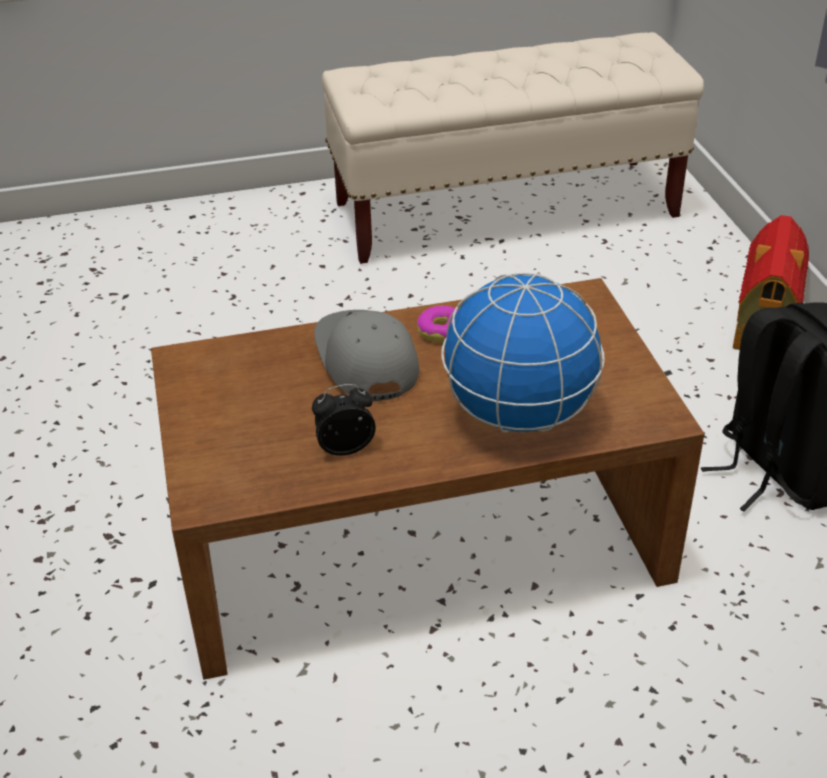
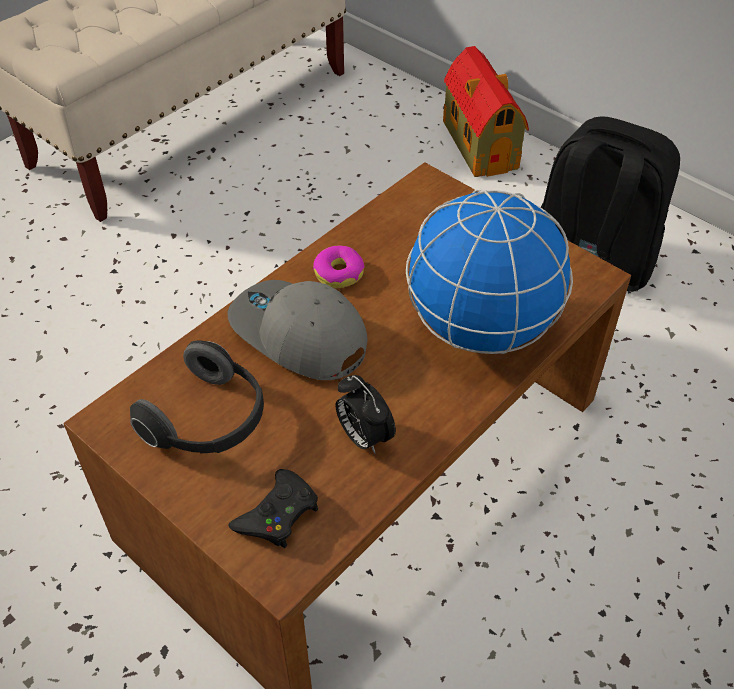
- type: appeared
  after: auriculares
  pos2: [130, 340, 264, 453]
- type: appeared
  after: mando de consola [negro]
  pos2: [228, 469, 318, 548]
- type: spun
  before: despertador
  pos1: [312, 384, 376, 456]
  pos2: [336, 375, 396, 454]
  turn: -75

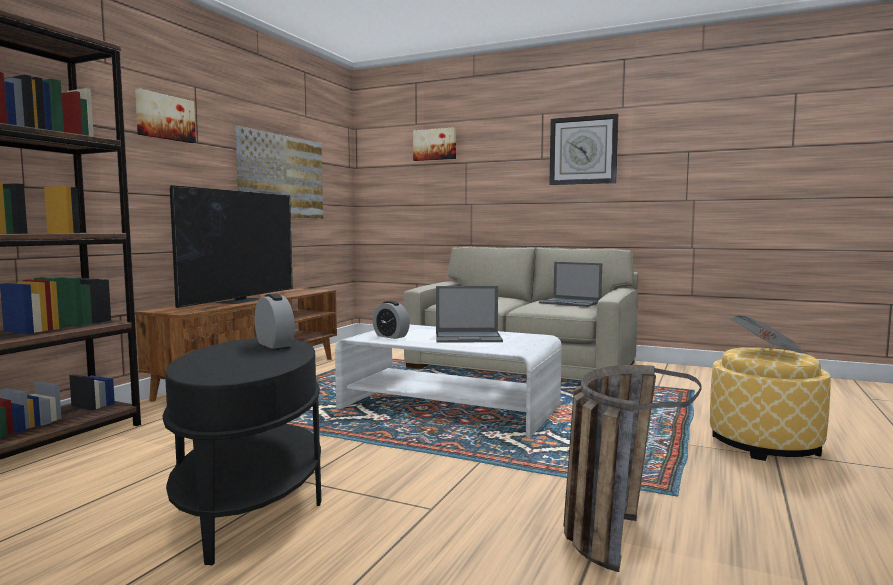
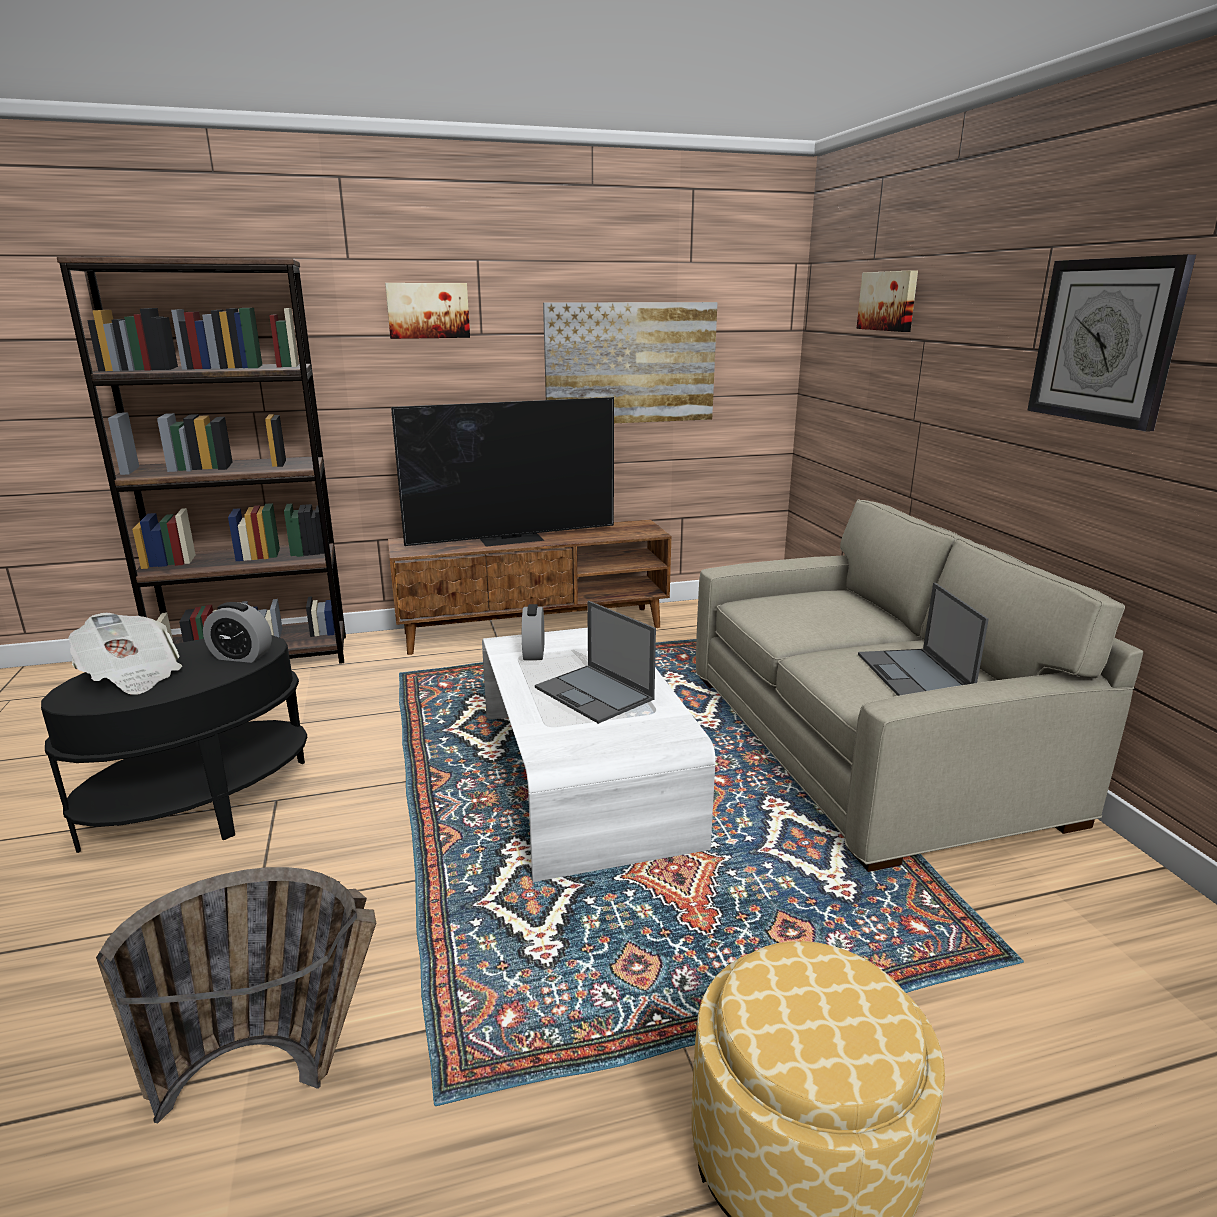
- type: relocated
  before: periódico
  pos1: [730, 315, 808, 354]
  pos2: [68, 612, 182, 695]
- type: spun
  before: despertador
  pos1: [255, 293, 295, 349]
  pos2: [203, 602, 272, 663]
  turn: 90

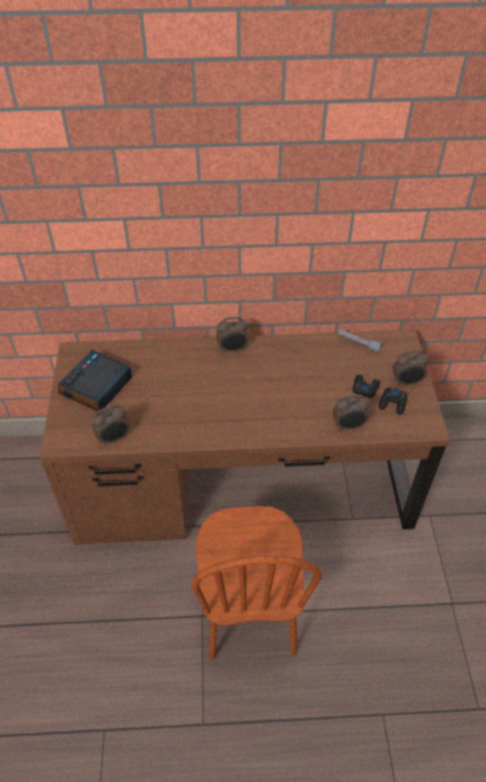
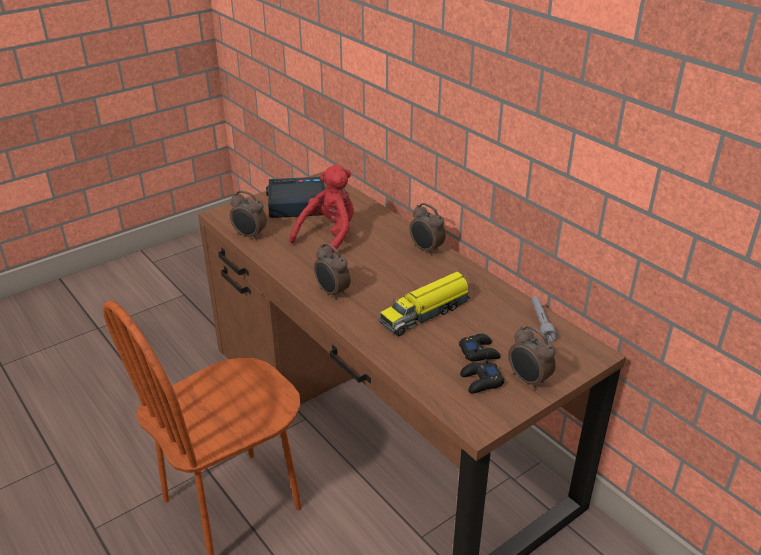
- type: appeared
  after: peluche [rojo]
  pos2: [289, 164, 354, 253]
- type: relocated
  before: despertador
  pos1: [333, 394, 371, 430]
  pos2: [314, 243, 351, 300]
- type: appeared
  after: camión de juguete
  pos2: [379, 271, 470, 336]

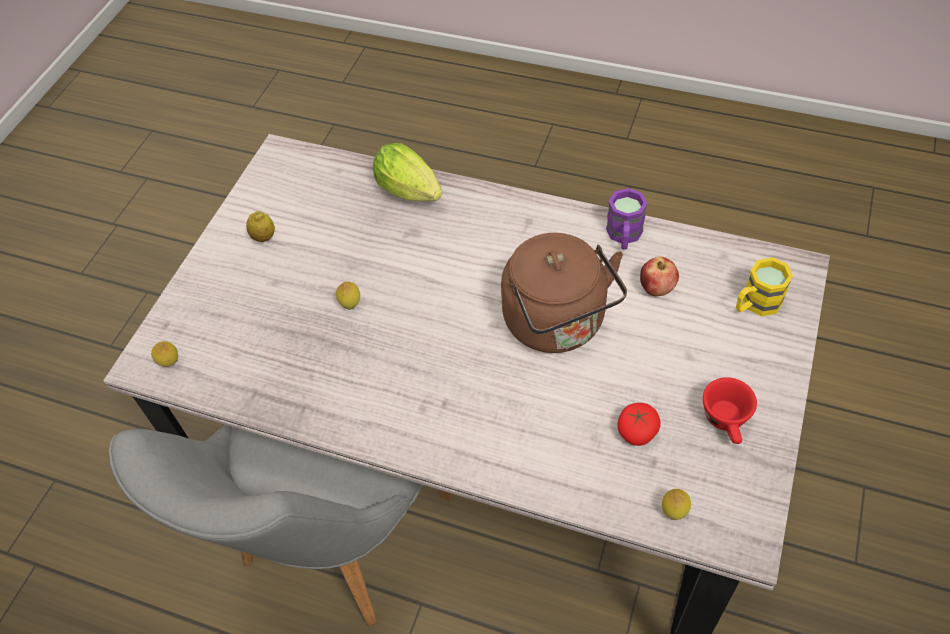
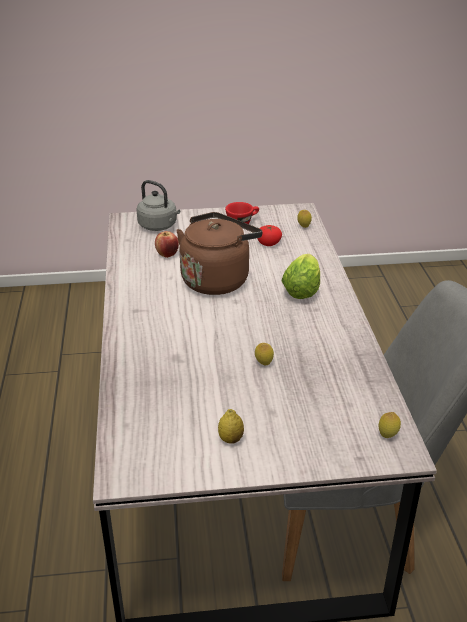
- type: exchanged
  before: taza grande [amarillo]
  after: hervidor [gris]
  pos1: [736, 258, 793, 316]
  pos2: [136, 180, 180, 231]
- type: relocated
  before: lechuga
  pos1: [373, 143, 442, 201]
  pos2: [281, 254, 320, 299]
- type: missing
  before: taza grande [morado]
  pos1: [606, 188, 647, 250]

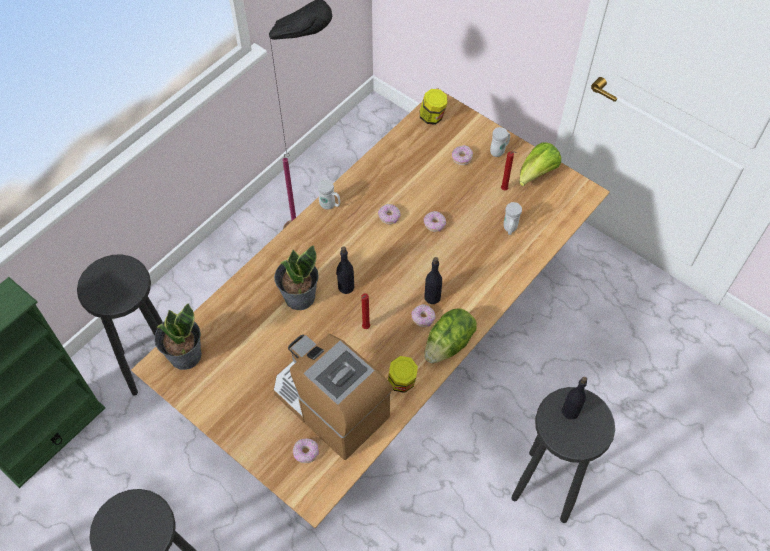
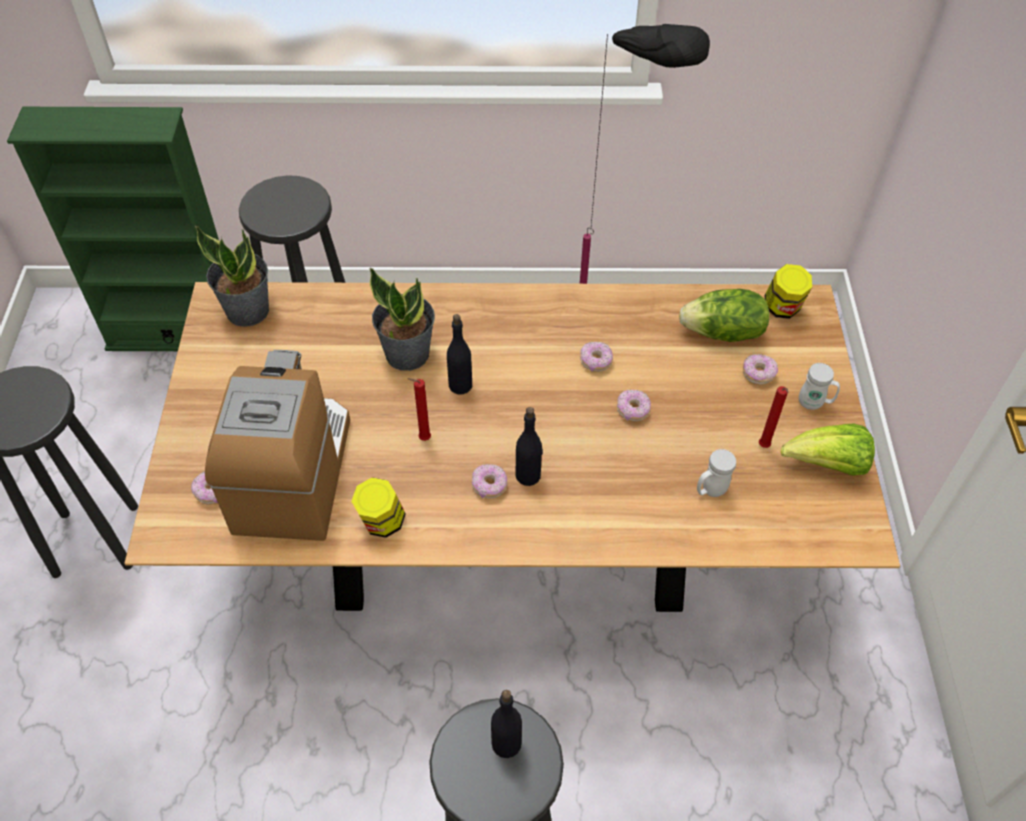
- type: relocated
  before: lechuga
  pos1: [424, 308, 477, 363]
  pos2: [679, 289, 770, 342]
- type: missing
  before: taza grande [blanco]
  pos1: [318, 180, 340, 210]

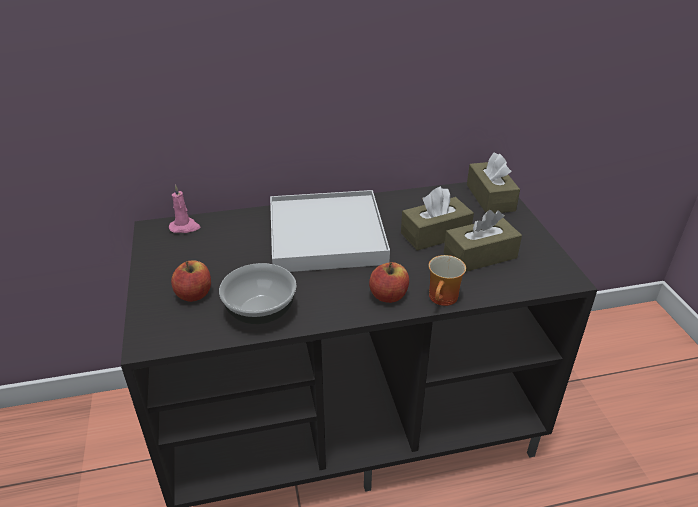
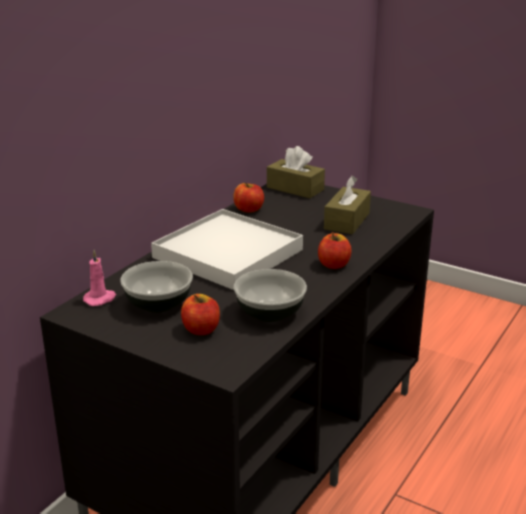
- type: appeared
  after: cuenco
  pos2: [120, 261, 193, 313]
- type: appeared
  after: manzana
  pos2: [233, 183, 264, 213]
- type: missing
  before: caja de pañuelos [marrón]
  pos1: [401, 186, 474, 251]
- type: missing
  before: taza grande
  pos1: [429, 255, 466, 306]

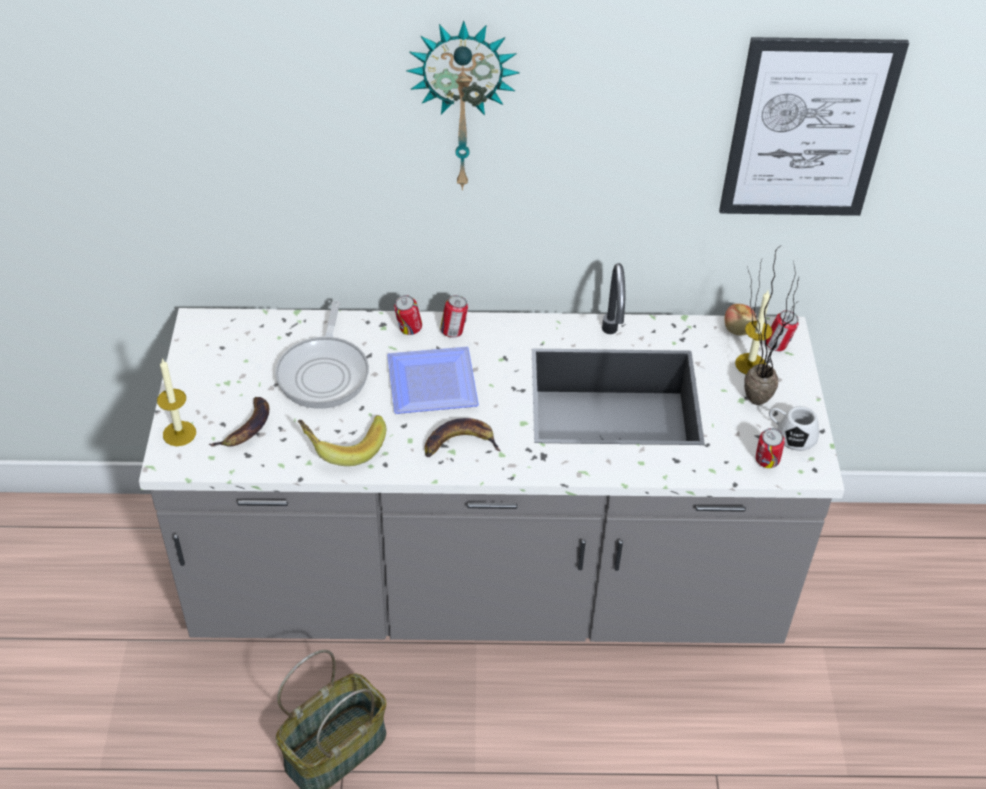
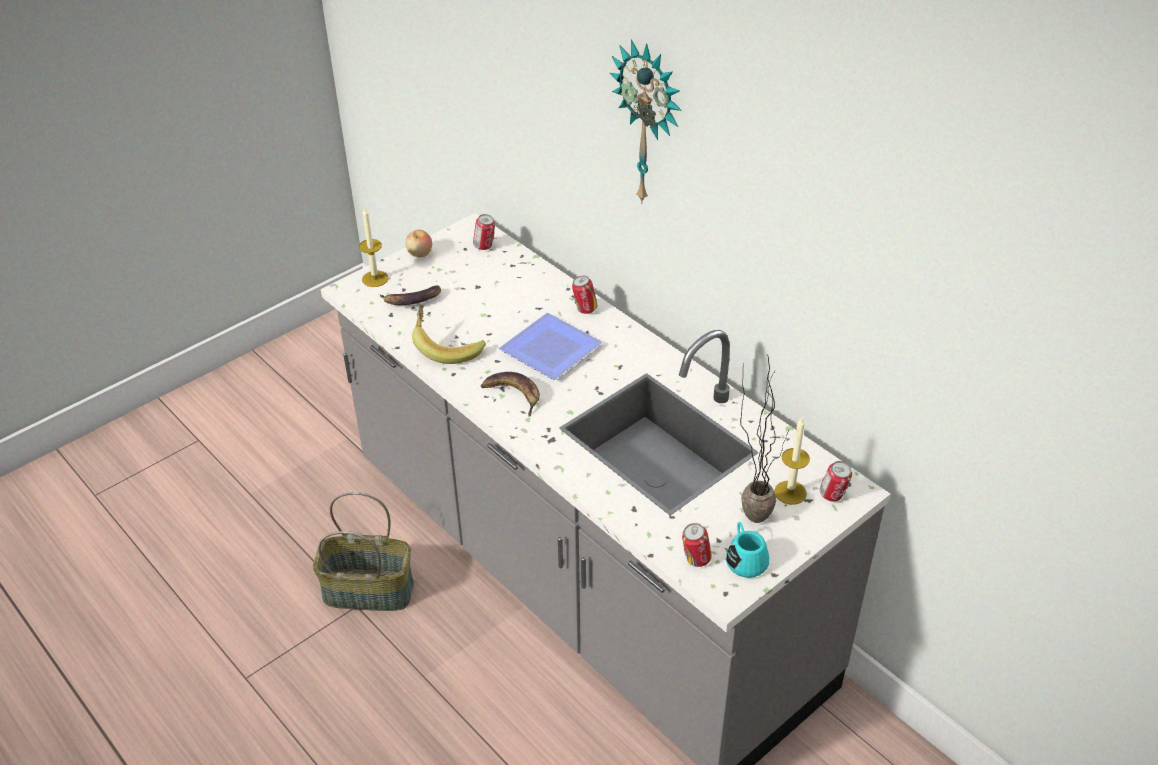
- type: relocated
  before: manzana
  pos1: [725, 304, 756, 335]
  pos2: [405, 230, 432, 257]
- type: relocated
  before: lata
  pos1: [440, 295, 468, 338]
  pos2: [473, 214, 495, 250]
- type: colour
  before: taza grande [blanco]
  after: taza grande [turquesa]
  pos1: [769, 406, 819, 451]
  pos2: [726, 522, 769, 578]
- type: missing
  before: sartén
  pos1: [275, 300, 369, 409]
- type: missing
  before: cuadro
  pos1: [719, 37, 909, 216]

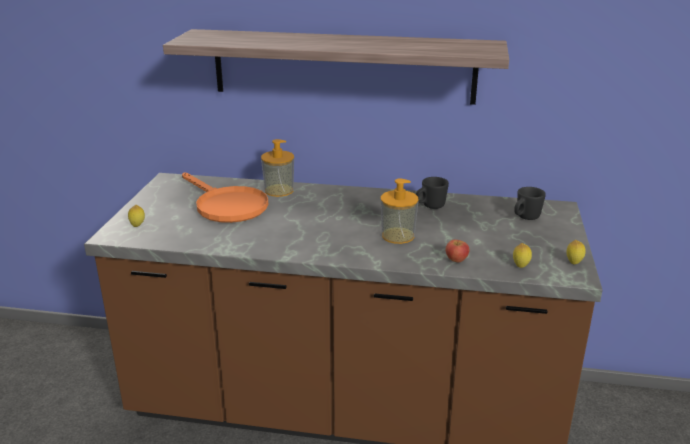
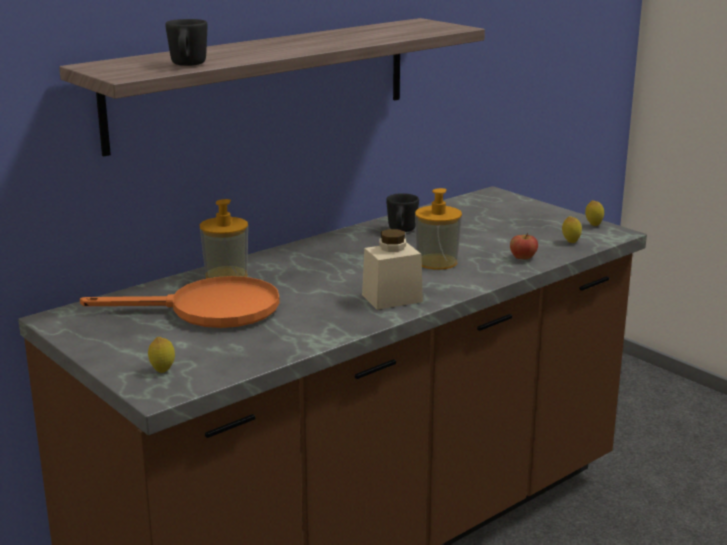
- type: relocated
  before: taza grande [negro]
  pos1: [514, 187, 546, 220]
  pos2: [165, 19, 208, 66]
- type: appeared
  after: tarro [beis]
  pos2: [362, 229, 423, 310]

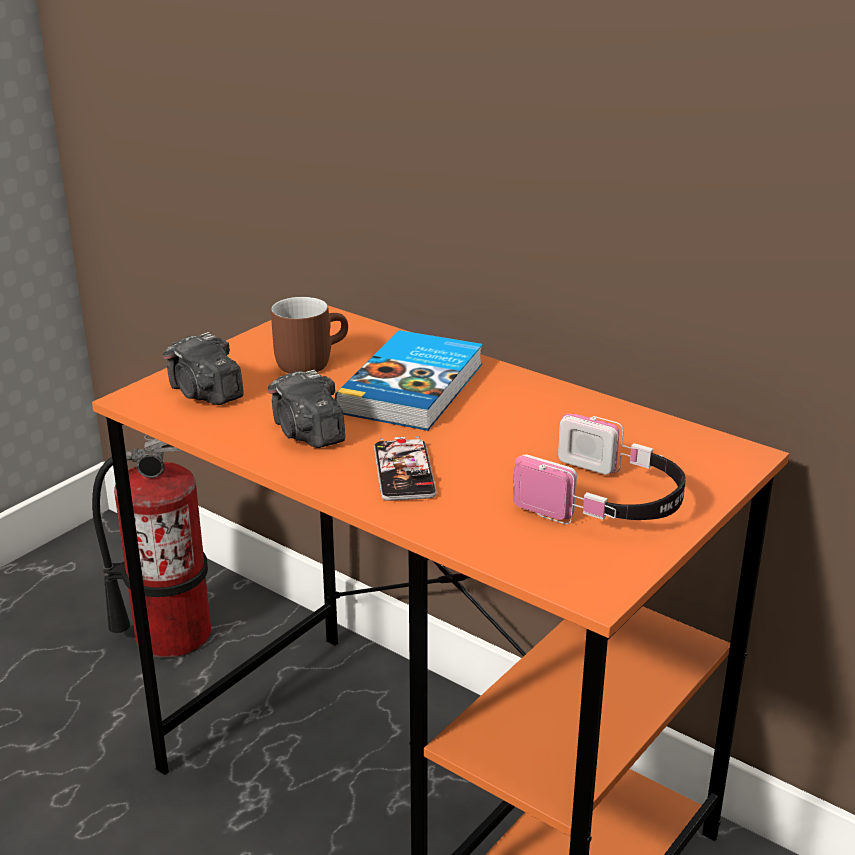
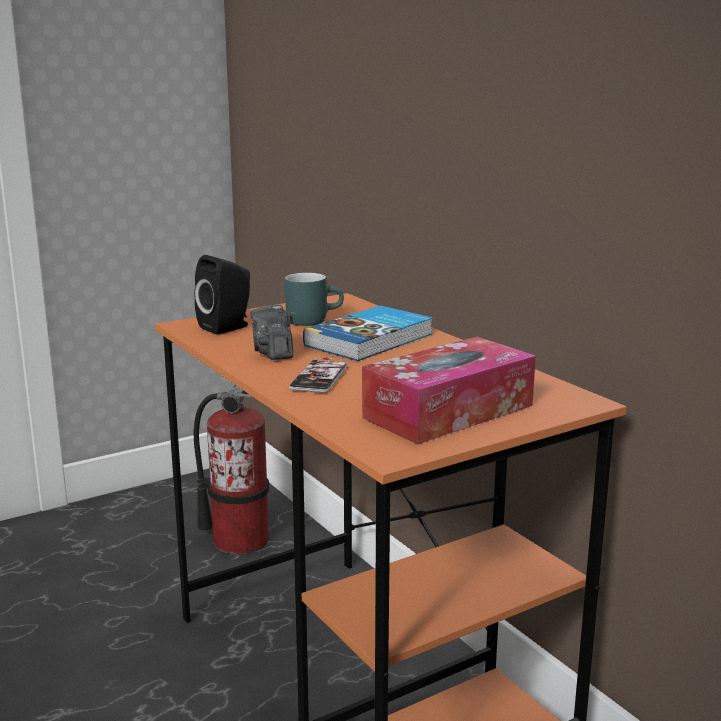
- type: exchanged
  before: cámara
  after: altavoz [negro]
  pos1: [163, 332, 244, 405]
  pos2: [194, 255, 250, 335]
- type: colour
  before: taza grande [marrón]
  after: taza grande [turquesa]
  pos1: [271, 297, 348, 373]
  pos2: [285, 273, 344, 326]
- type: exchanged
  before: auriculares
  after: caja de pañuelos
  pos1: [513, 414, 686, 524]
  pos2: [362, 337, 536, 444]

